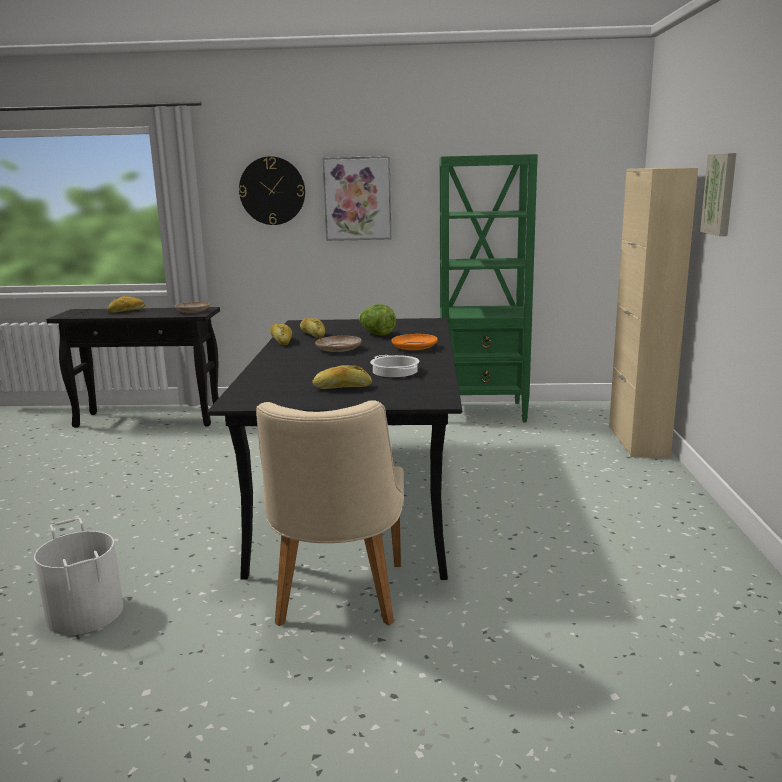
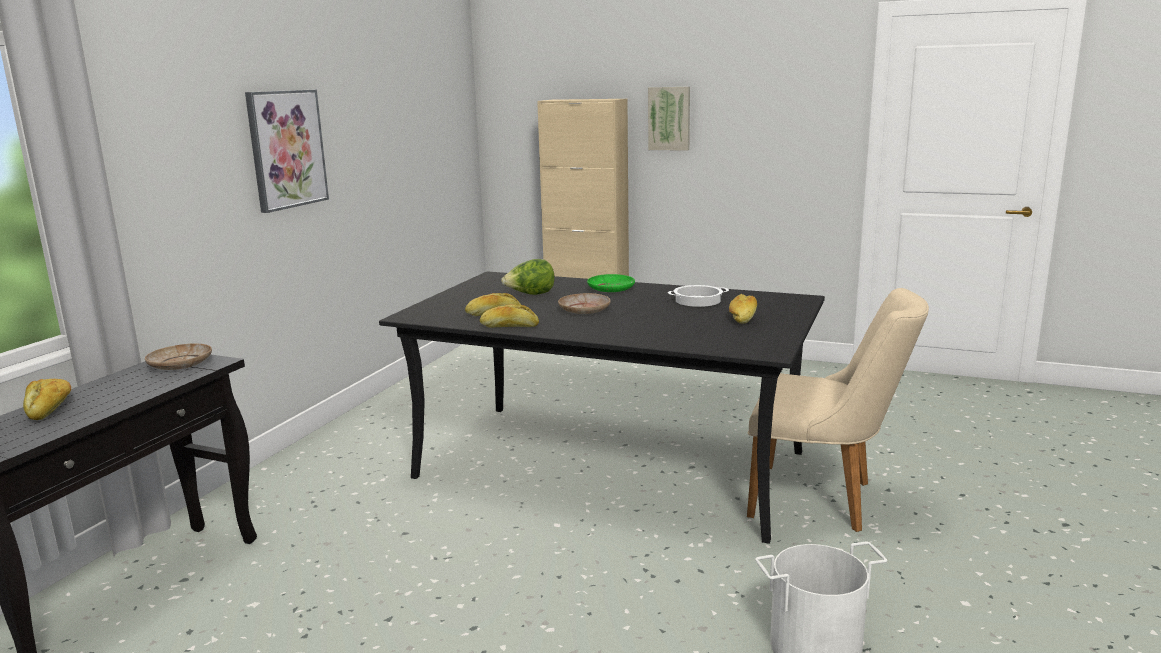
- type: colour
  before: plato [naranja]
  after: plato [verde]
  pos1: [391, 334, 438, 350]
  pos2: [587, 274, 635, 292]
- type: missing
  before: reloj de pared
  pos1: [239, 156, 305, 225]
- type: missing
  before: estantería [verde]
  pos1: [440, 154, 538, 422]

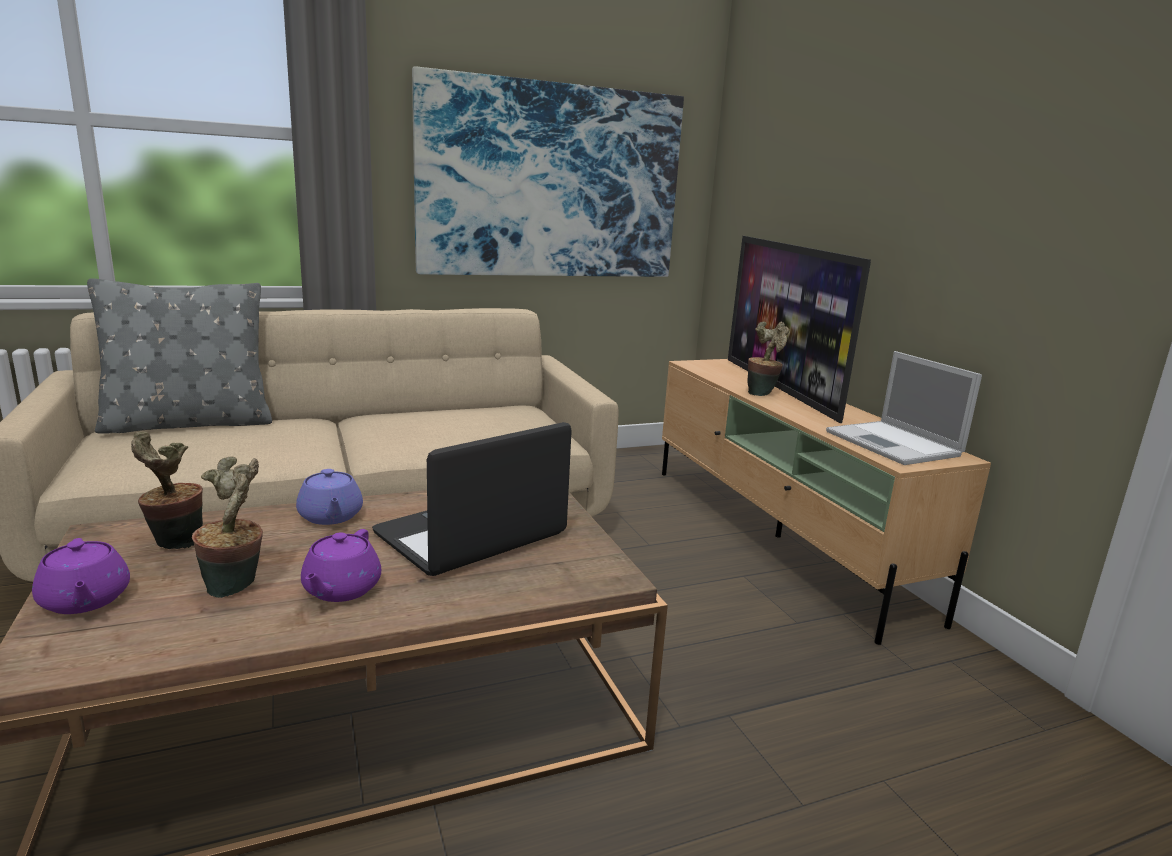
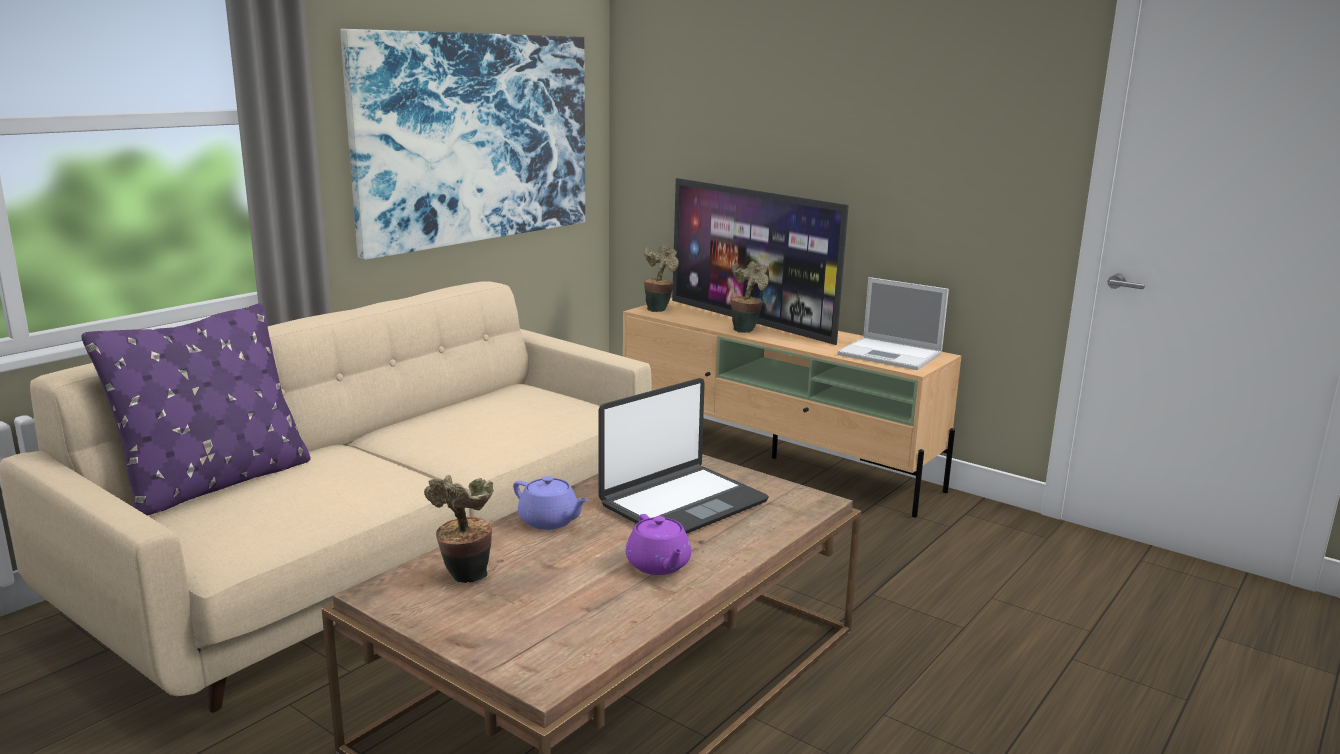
- type: colour
  before: cojín [gris]
  after: cojín [morado]
  pos1: [87, 278, 272, 434]
  pos2: [81, 303, 310, 516]
- type: spun
  before: portátil
  pos1: [372, 422, 572, 576]
  pos2: [598, 378, 769, 534]
  turn: -150
- type: relocated
  before: planta en maceta
  pos1: [192, 456, 263, 598]
  pos2: [644, 245, 679, 312]
- type: missing
  before: tetera [morado]
  pos1: [32, 538, 130, 614]

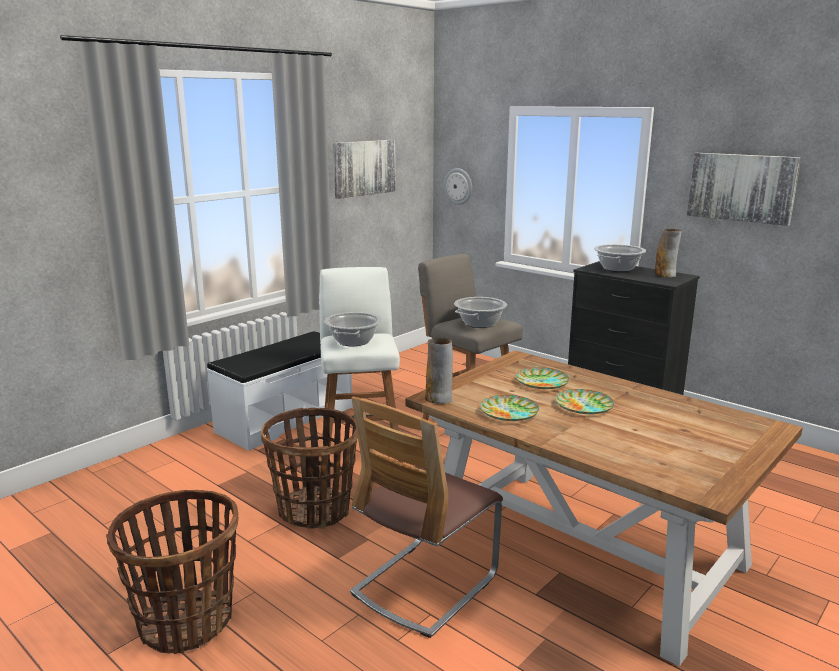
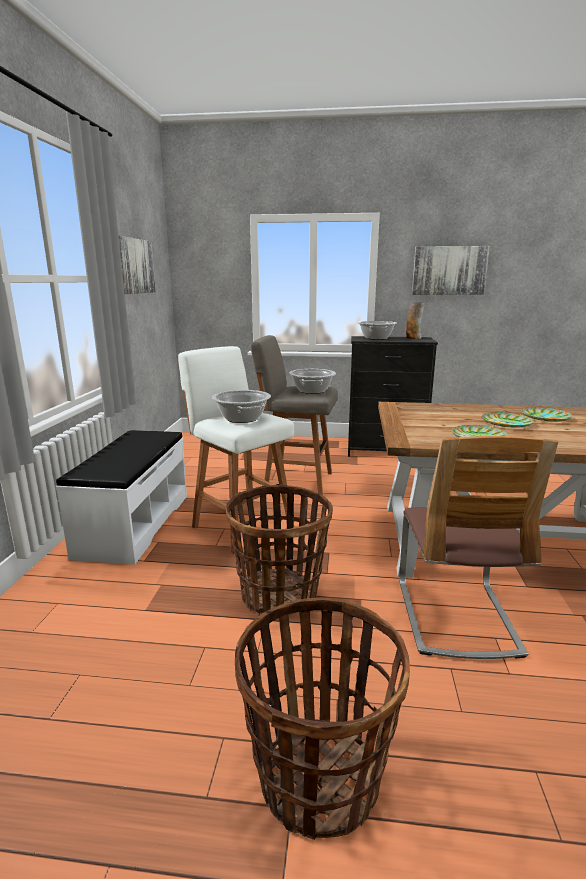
- type: relocated
  before: plato
  pos1: [516, 367, 570, 389]
  pos2: [521, 407, 573, 422]
- type: missing
  before: florero
  pos1: [425, 337, 453, 404]
- type: missing
  before: reloj de pared
  pos1: [444, 168, 472, 205]

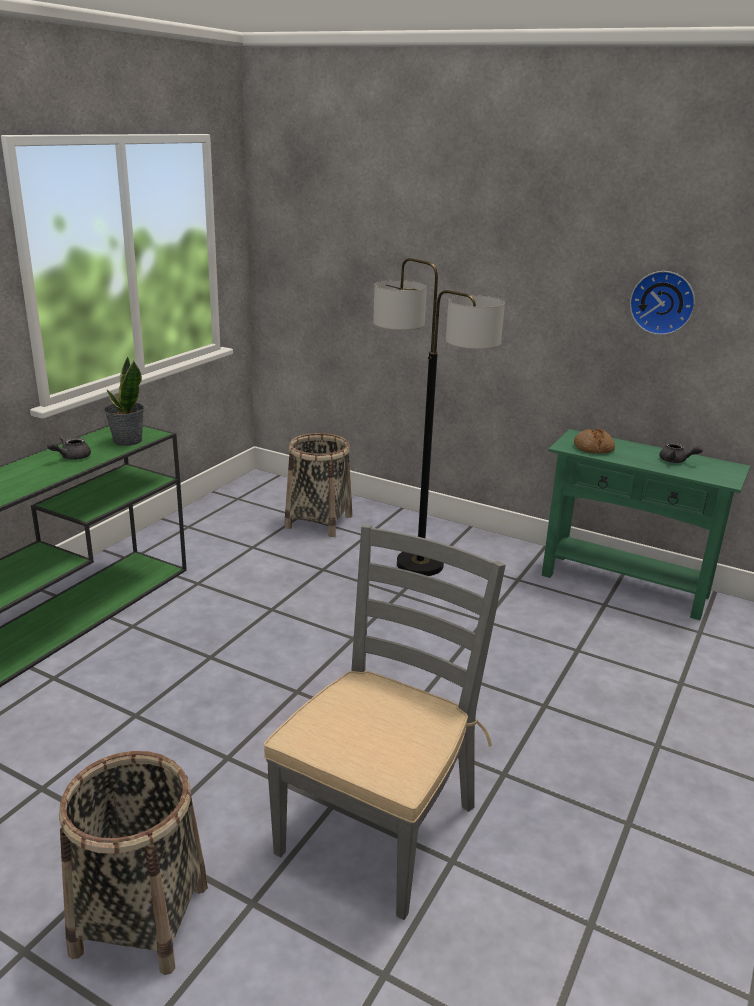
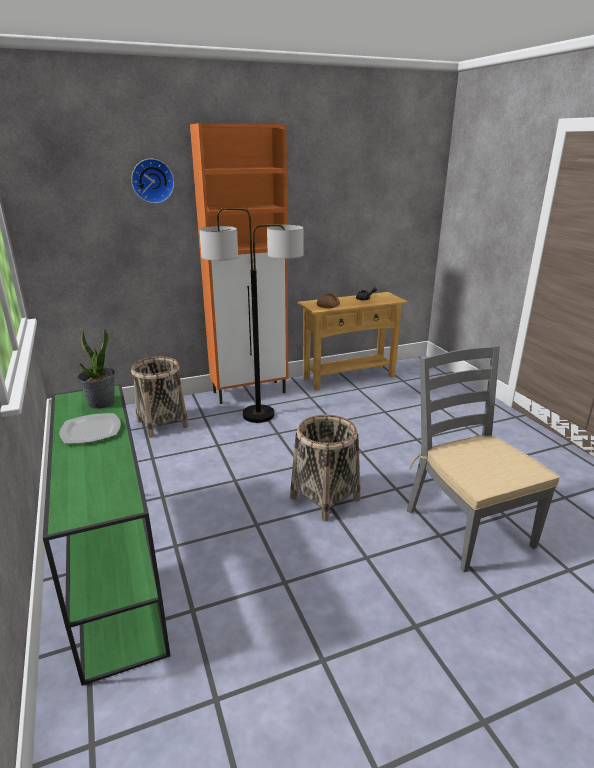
- type: exchanged
  before: tetera [gris]
  after: plato
  pos1: [47, 436, 91, 460]
  pos2: [59, 413, 121, 444]
- type: relocated
  before: reloj de pared
  pos1: [630, 271, 695, 335]
  pos2: [131, 159, 174, 204]
- type: appeared
  after: armario [naranja]
  pos2: [190, 123, 288, 404]
- type: relocated
  before: cesta
  pos1: [59, 751, 208, 975]
  pos2: [290, 415, 361, 522]
- type: colour
  before: mesa consola [verde]
  after: mesa consola [beis]
  pos1: [542, 429, 750, 620]
  pos2: [298, 292, 408, 391]

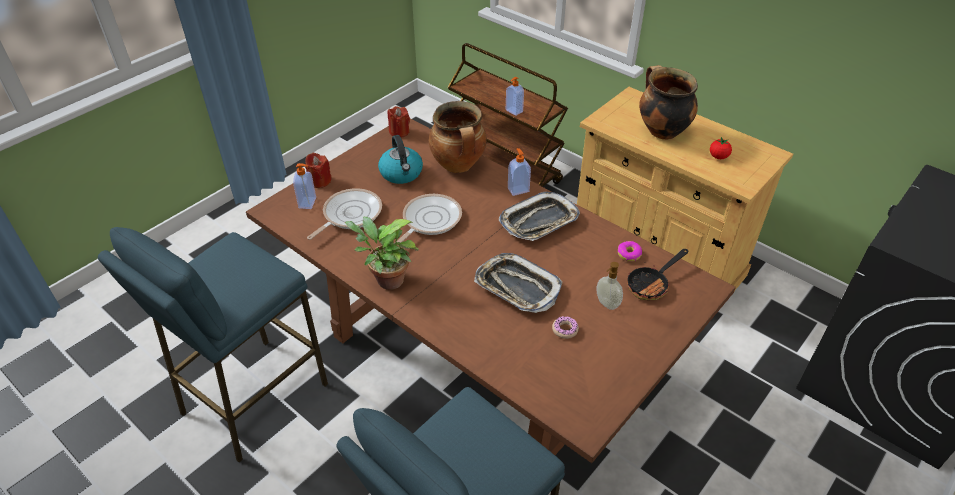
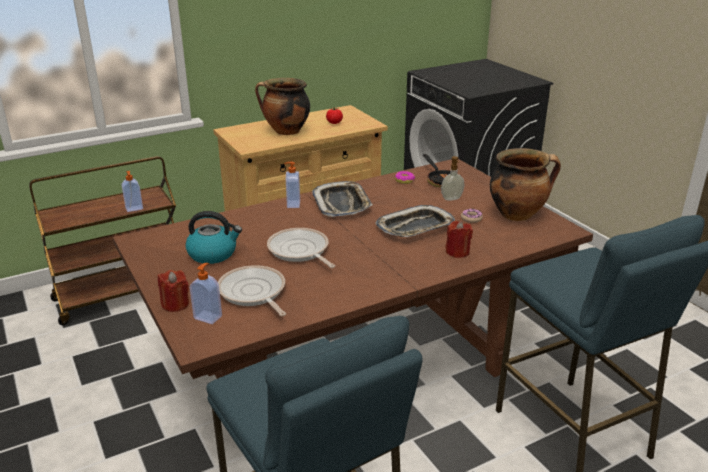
- type: relocated
  before: vela [rojo]
  pos1: [388, 106, 410, 138]
  pos2: [446, 221, 473, 258]
- type: relocated
  before: olla
  pos1: [429, 101, 486, 173]
  pos2: [490, 148, 561, 221]
- type: missing
  before: planta en maceta
  pos1: [345, 217, 419, 290]

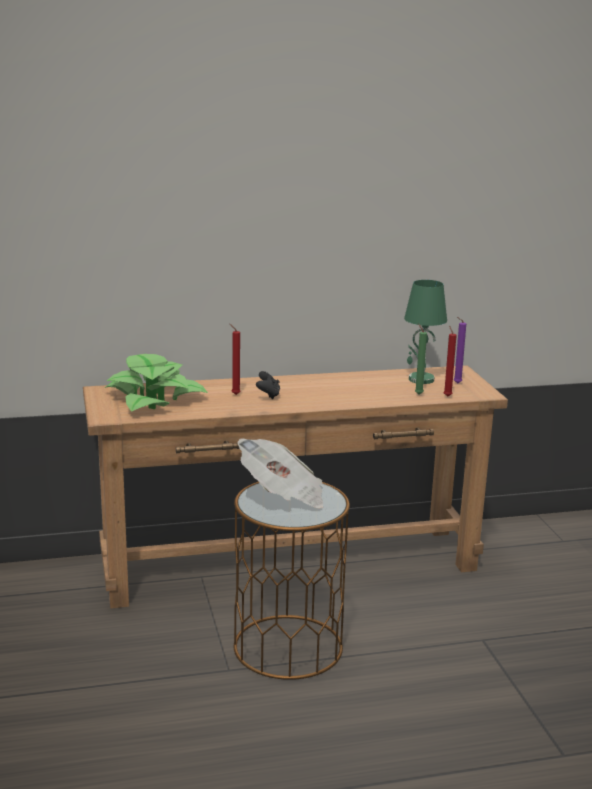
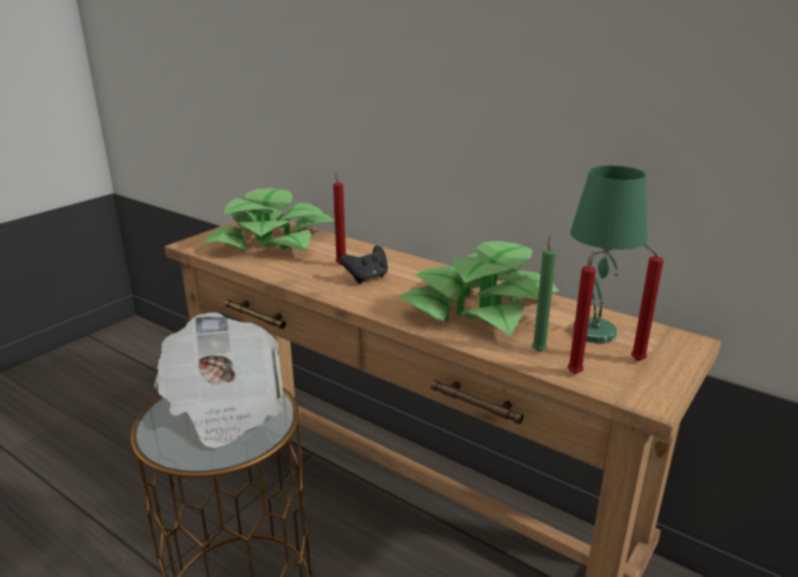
- type: appeared
  after: planta en maceta
  pos2: [398, 241, 560, 336]
- type: colour
  before: vela [morado]
  after: vela [rojo]
  pos1: [454, 317, 466, 384]
  pos2: [631, 244, 664, 361]

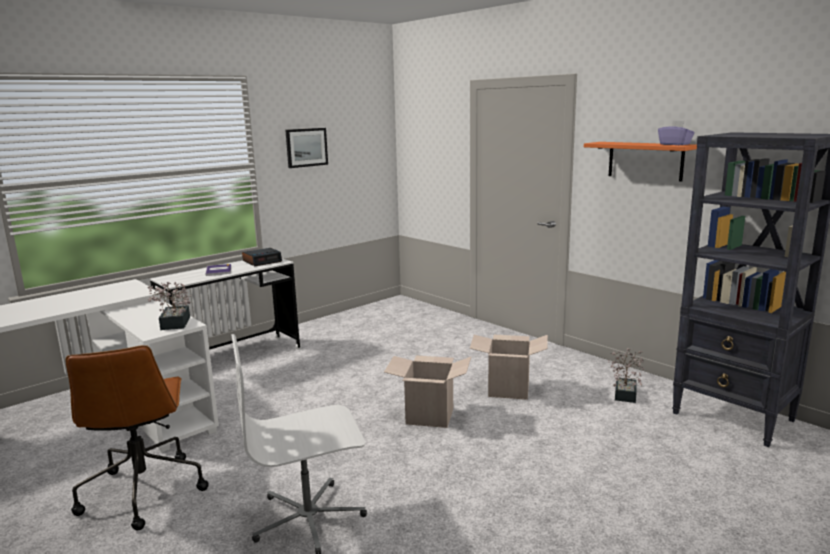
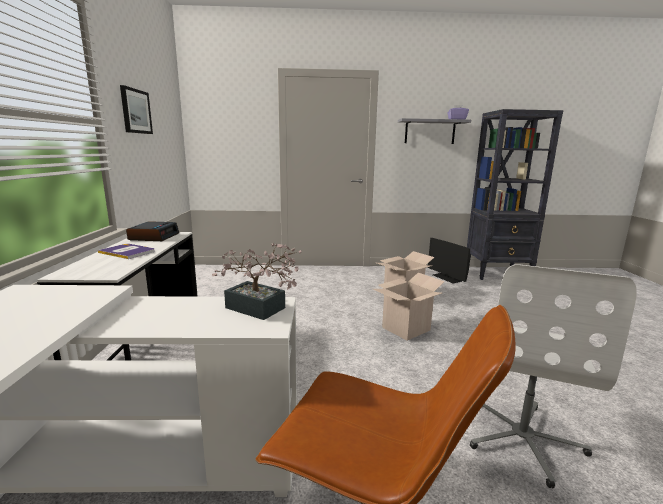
- type: colour
  before: estante [naranja]
  after: estante [gris]
  pos1: [584, 142, 697, 182]
  pos2: [398, 118, 471, 144]
- type: exchanged
  before: planta en maceta
  after: monitor
  pos1: [608, 348, 644, 403]
  pos2: [428, 238, 470, 284]

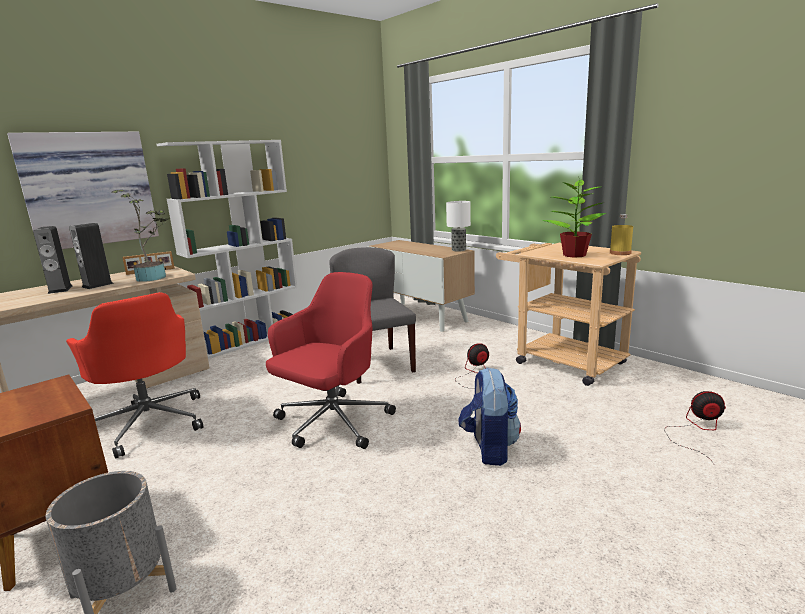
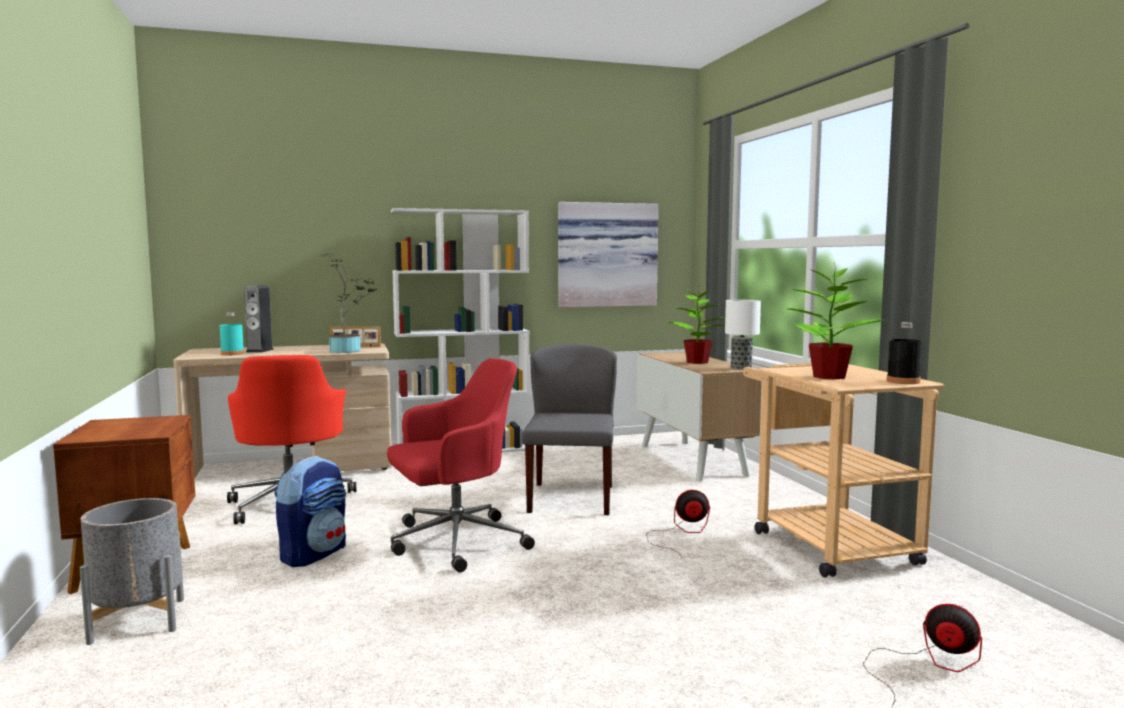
- type: appeared
  after: botella [turquesa]
  pos2: [220, 312, 244, 355]
- type: relocated
  before: mochila
  pos1: [458, 367, 521, 466]
  pos2: [274, 456, 346, 567]
- type: relocated
  before: cuadro
  pos1: [7, 132, 159, 249]
  pos2: [558, 202, 658, 308]
- type: appeared
  after: planta en maceta
  pos2: [669, 287, 725, 364]
- type: colour
  before: botella [amarillo]
  after: botella [negro]
  pos1: [610, 214, 633, 255]
  pos2: [887, 322, 922, 384]
- type: missing
  before: altavoz
  pos1: [69, 223, 114, 289]

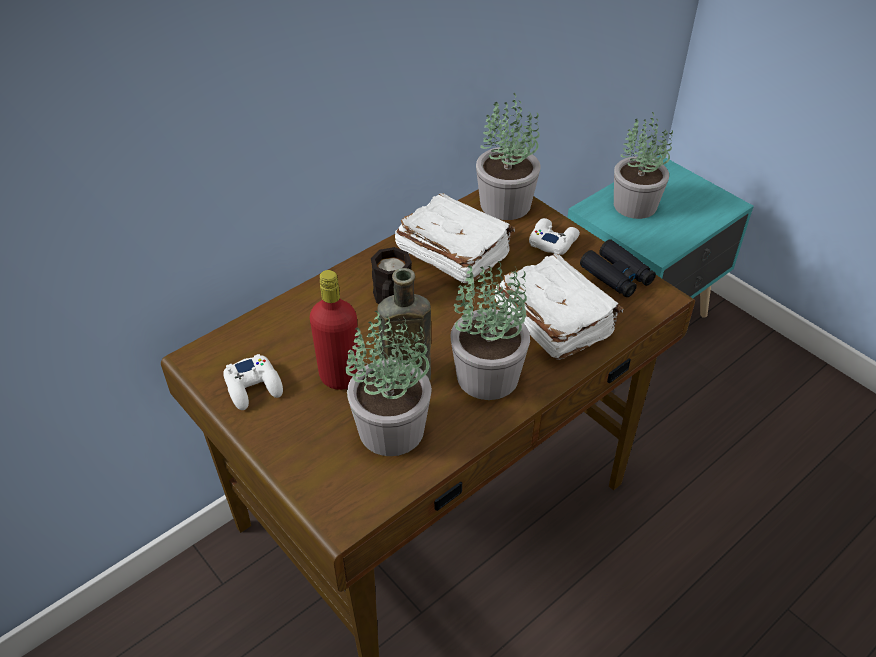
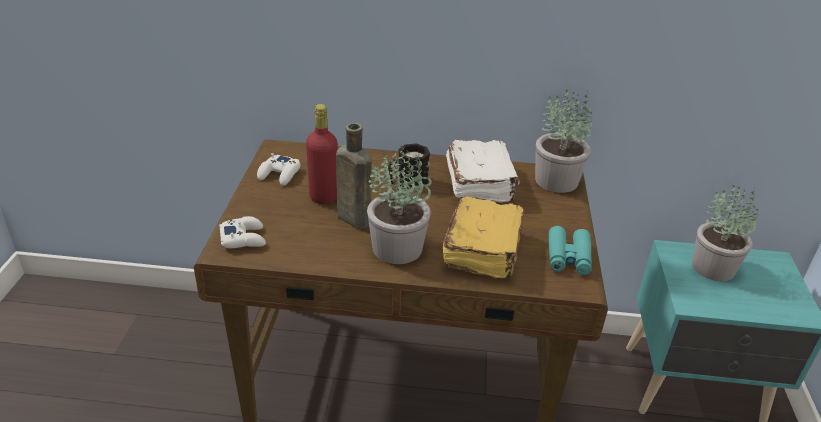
- type: relocated
  before: mando de consola [blanco]
  pos1: [529, 218, 580, 255]
  pos2: [219, 216, 266, 248]
- type: colour
  before: libro [blanco]
  after: libro [amarillo]
  pos1: [495, 254, 624, 360]
  pos2: [443, 196, 524, 279]
- type: colour
  before: prismáticos [negro]
  after: prismáticos [turquesa]
  pos1: [580, 240, 656, 297]
  pos2: [549, 226, 592, 275]
- type: missing
  before: planta en maceta
  pos1: [345, 311, 432, 456]

